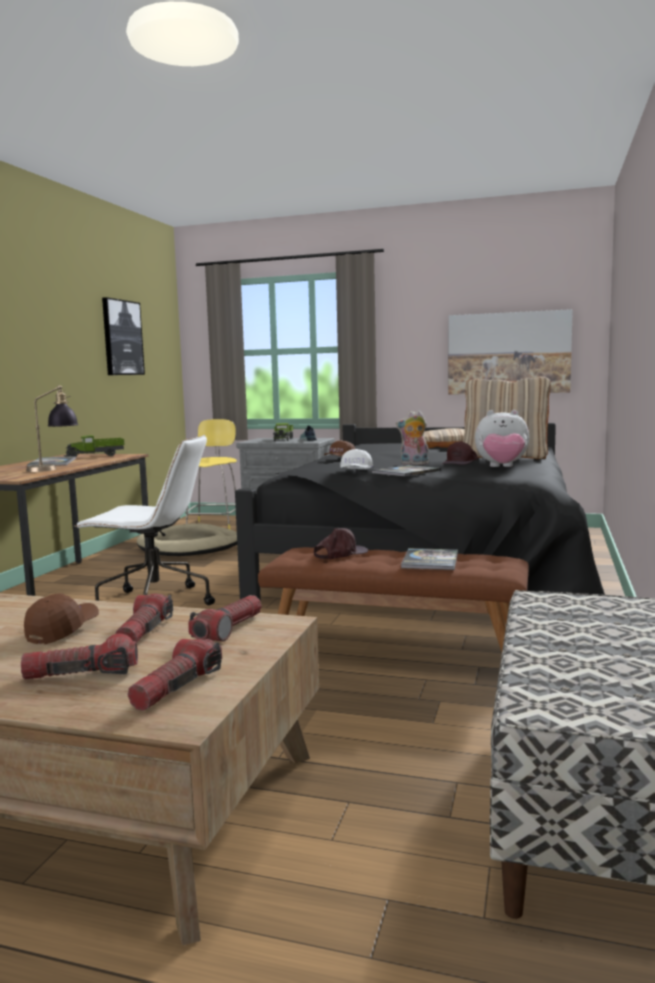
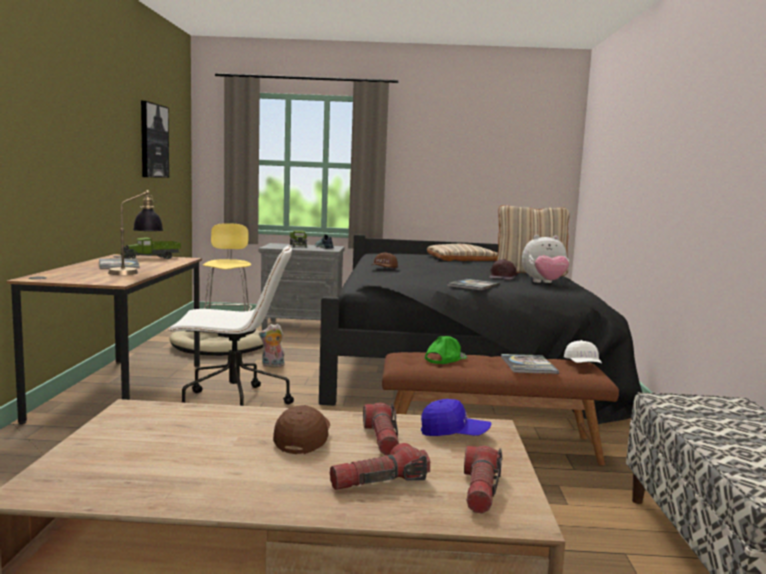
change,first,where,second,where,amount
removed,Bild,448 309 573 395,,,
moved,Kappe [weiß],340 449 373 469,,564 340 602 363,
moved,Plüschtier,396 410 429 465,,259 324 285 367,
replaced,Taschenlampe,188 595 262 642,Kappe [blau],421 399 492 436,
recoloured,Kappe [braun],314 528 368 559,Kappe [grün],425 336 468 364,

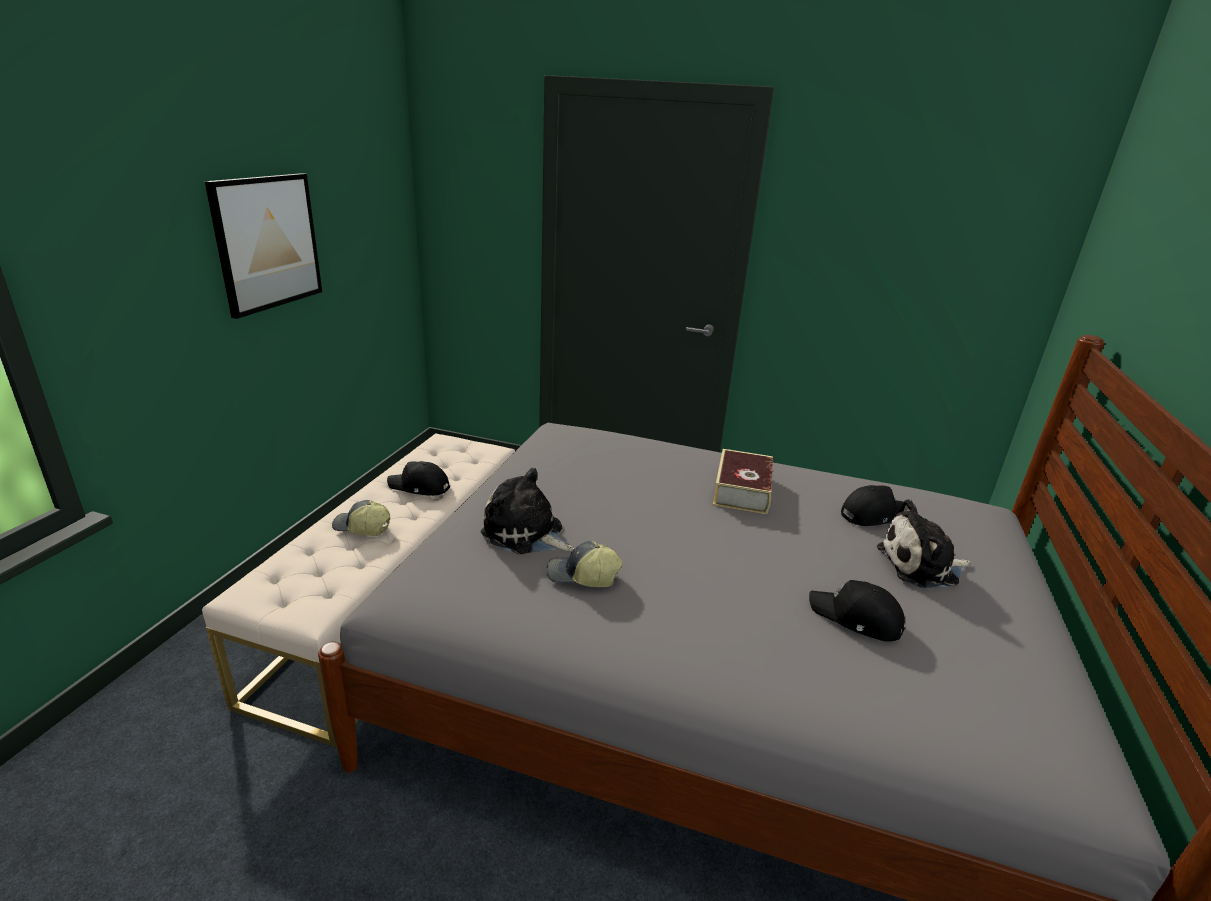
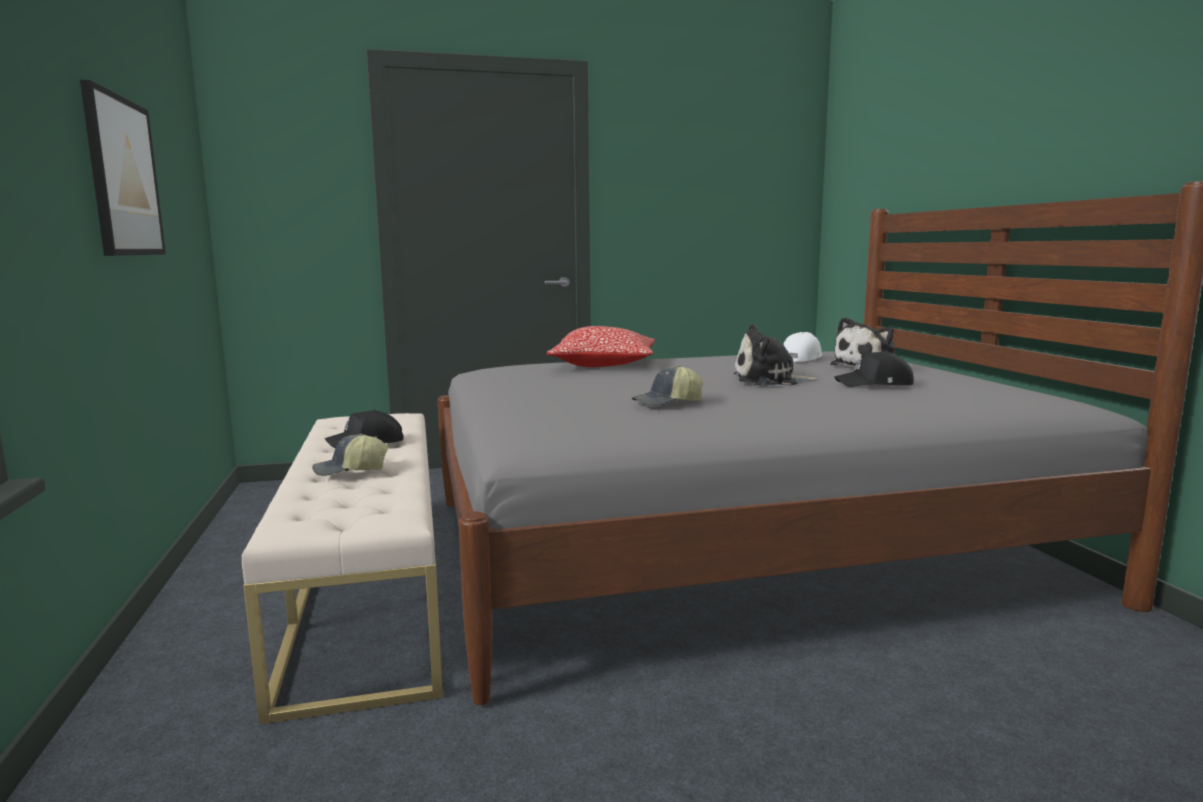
change,first,where,second,where,amount
removed,Buch,713 449 773 515,,,
added,,,Kissen,547 326 655 367,
moved,Plüschtier,481 468 574 554,,733 324 818 385,
recoloured,Kappe [schwarz],841 485 903 526,Kappe [weiß],783 332 822 362,

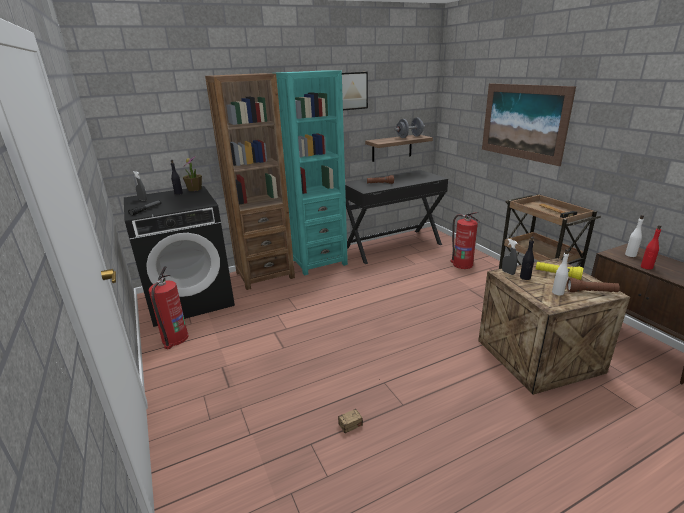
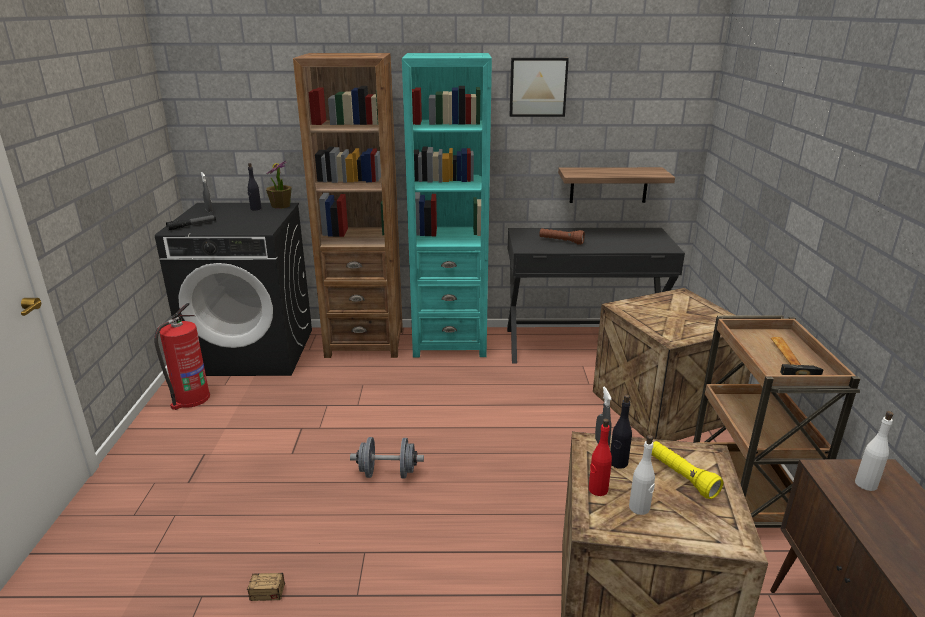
change,first,where,second,where,amount
removed,Bild,482 83 576 166,,,
removed,Taschenlampe [braun],567 278 620 292,,,
moved,Hantel [grau],395 118 425 138,,350 437 424 478,
moved,Flasche [rot],641 225 662 270,,589 418 612 496,
replaced,Feuerlöscher,450 212 480 269,Kiste,593 288 751 441,

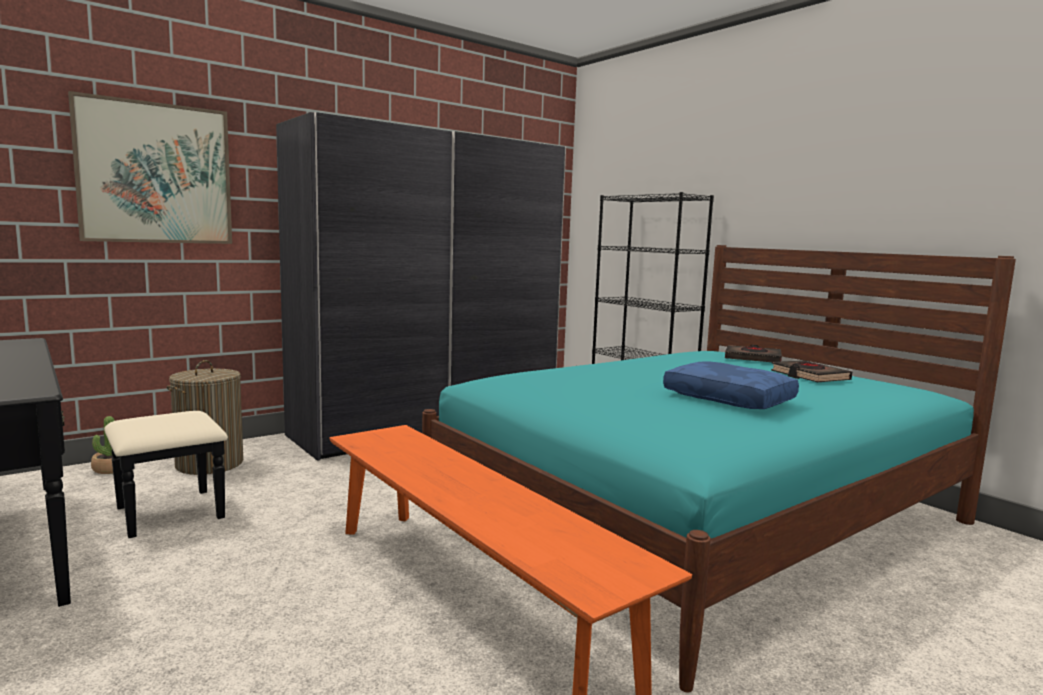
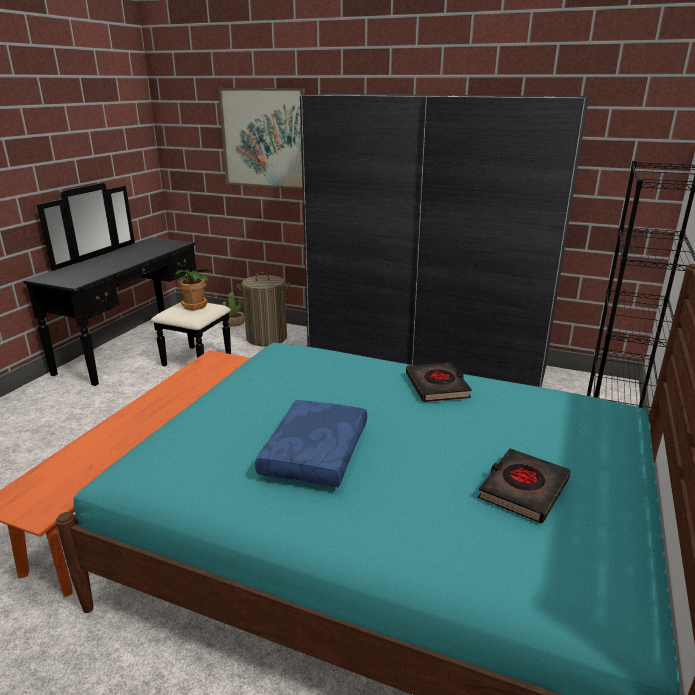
change,first,where,second,where,amount
added,,,Topfpflanze,175 269 210 310,
moved,Buch [schwarz],725 345 782 362,,406 362 472 402,

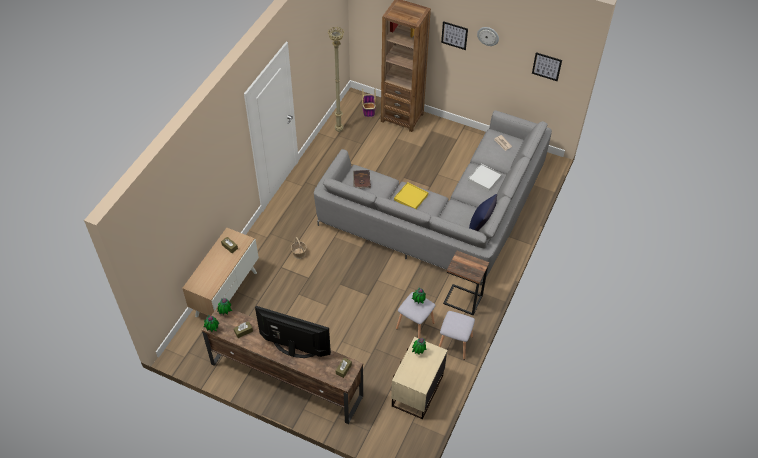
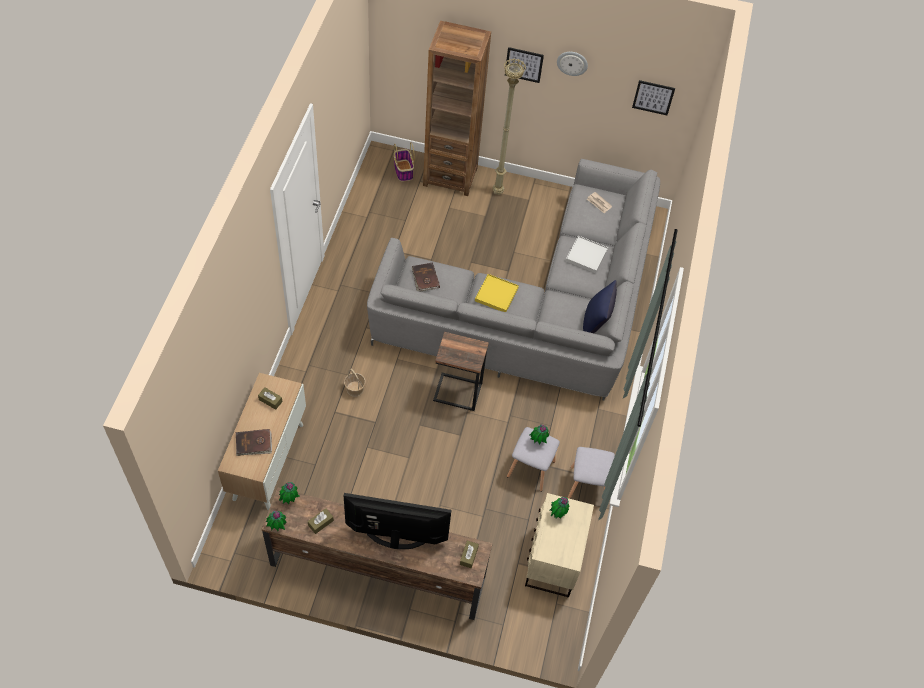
change,first,where,second,where,amount
added,,,Buch [braun],236 429 272 456,
moved,Stehlampe [beige],328 27 344 132,,493 58 526 195,
moved,Beistelltisch,443 251 489 316,,433 332 489 411,

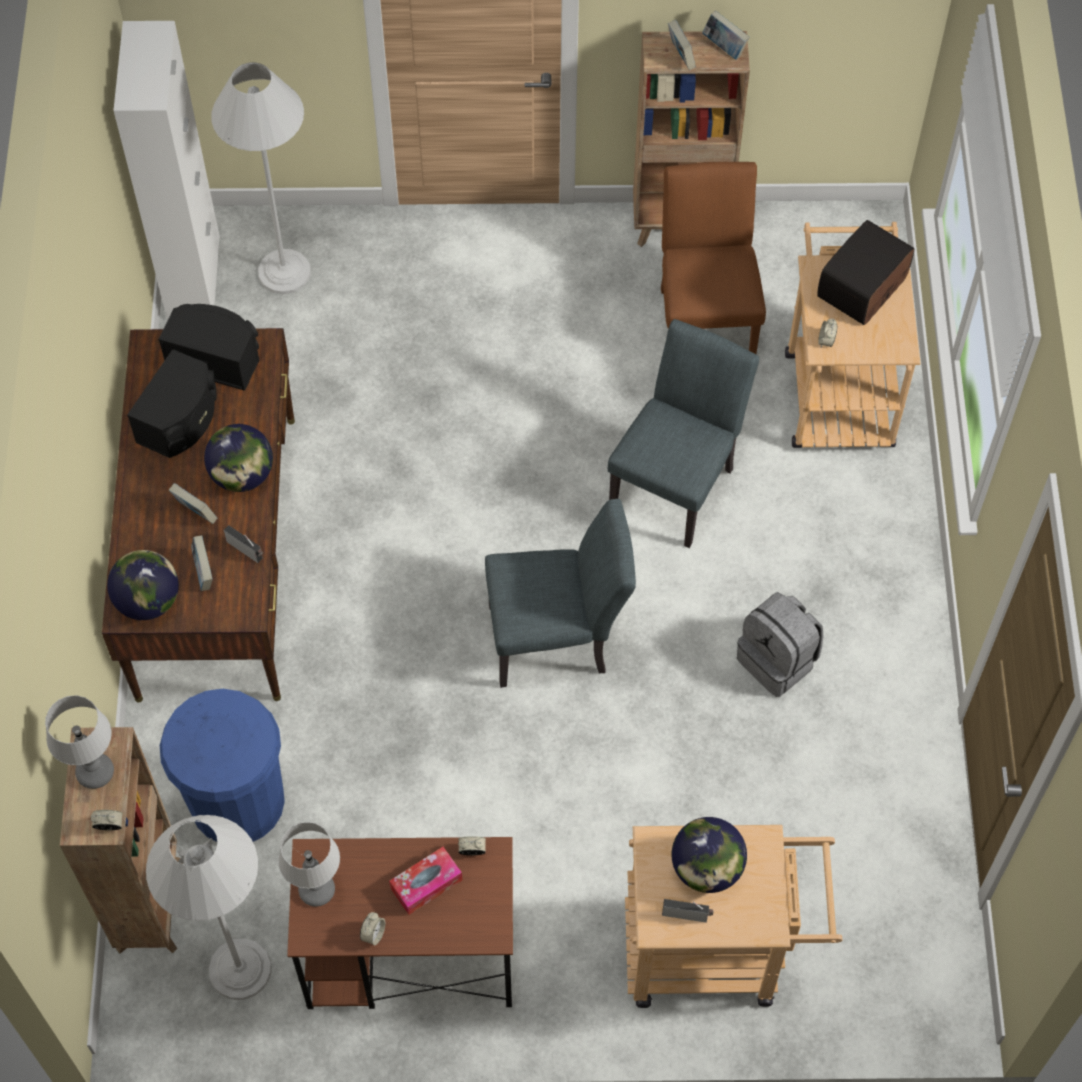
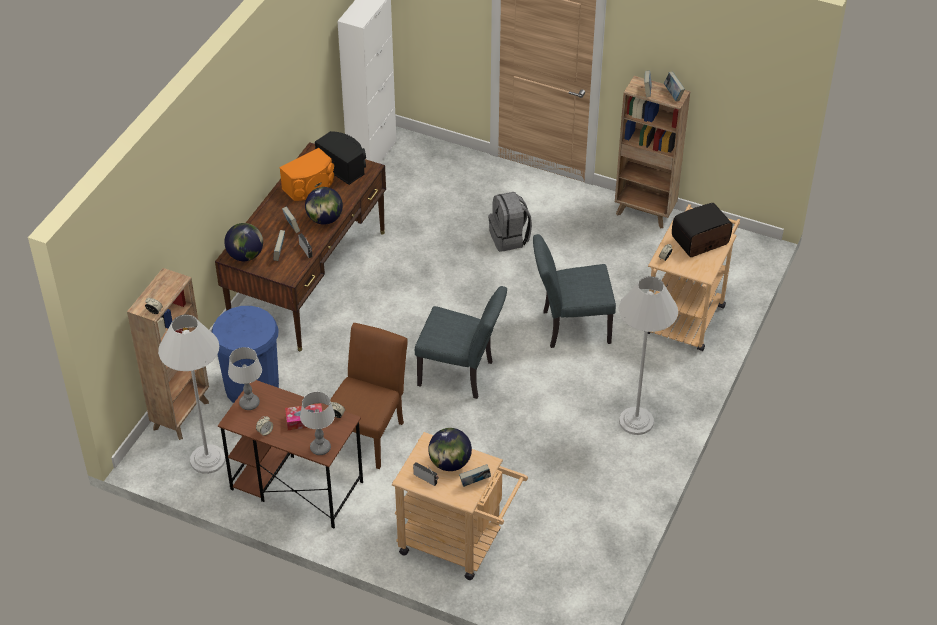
change,first,where,second,where,amount
added,,,Buch,459 464 491 487,
moved,Tischlampe,45 695 114 789,,300 392 335 455,
moved,Stehlampe [weiß],211 62 311 294,,619 276 678 435,
moved,Stuhl [braun],661 162 766 354,,330 323 408 469,
moved,Rucksack [grau],737 592 824 697,,488 192 532 252,
recoloured,Lautsprecher [schwarz],127 349 217 458,Lautsprecher [orange],279 148 334 201,
turned,Stuhl [grau],608 319 759 548,,533 234 616 348,150 degrees counterclockwise

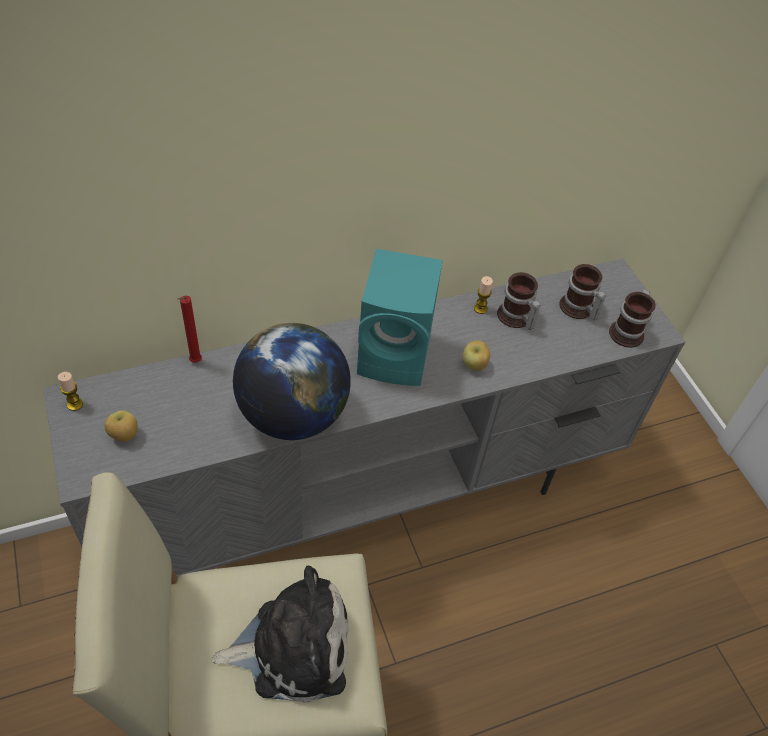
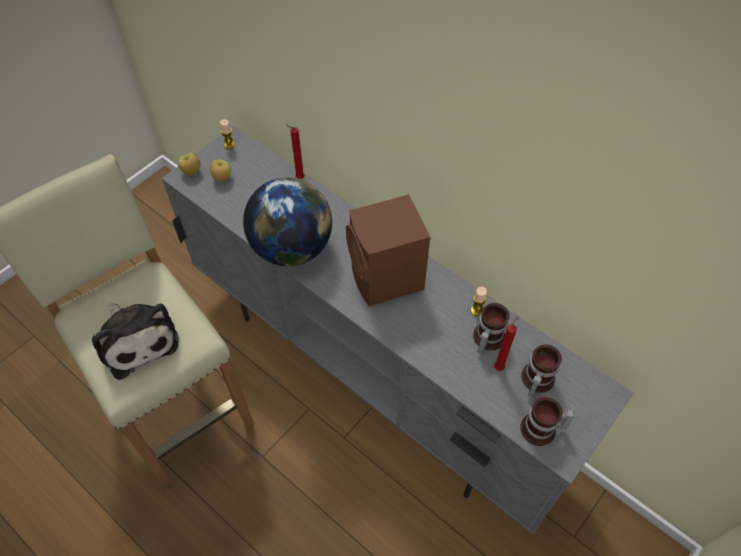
change,first,where,second,where,amount
added,,,Kerze [rot],494 316 519 371,
moved,Apfel,462 341 490 371,,178 153 200 176,
recoloured,Lautsprecher [türkis],357 249 443 386,Lautsprecher [braun],346 194 430 307,

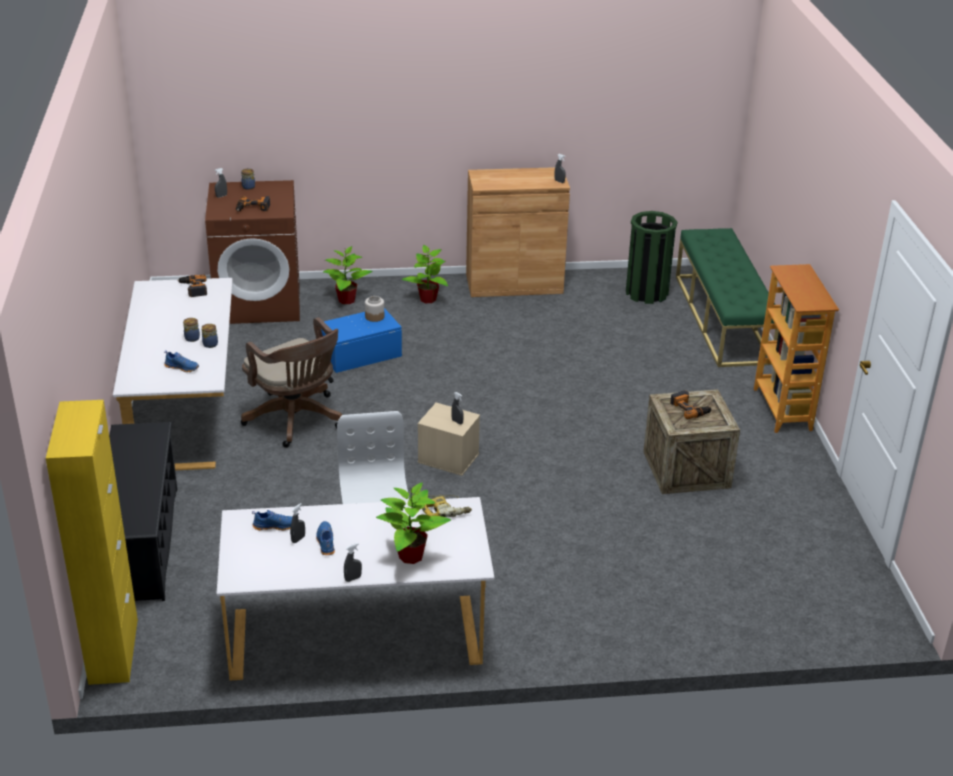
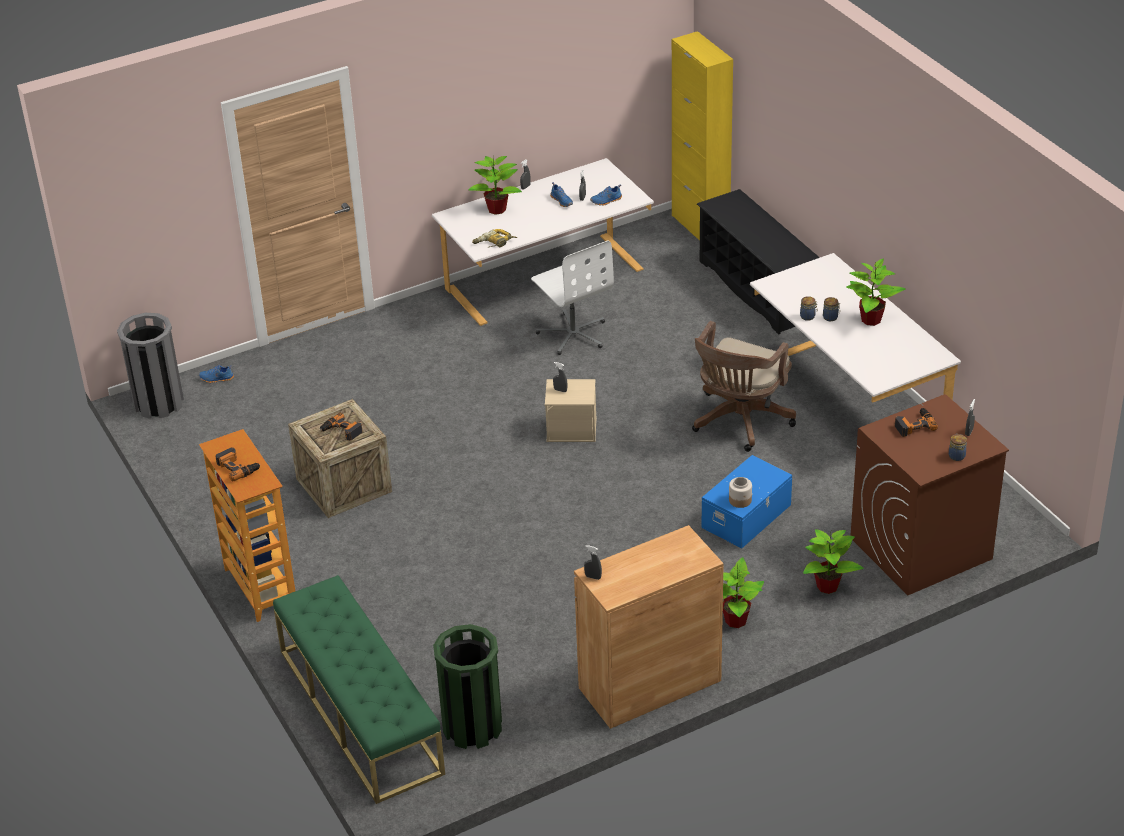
change,first,where,second,where,amount
added,,,Mülleimer [grau],117 313 184 419,
added,,,Topfpflanze,846 258 905 326,
moved,Schuh [blau],164 350 199 372,,199 365 234 383,
moved,Bohrmaschine,177 275 207 297,,216 447 261 481,
turned,Bürostuhl [braun],241 317 342 448,,692 321 796 452,90 degrees counterclockwise

